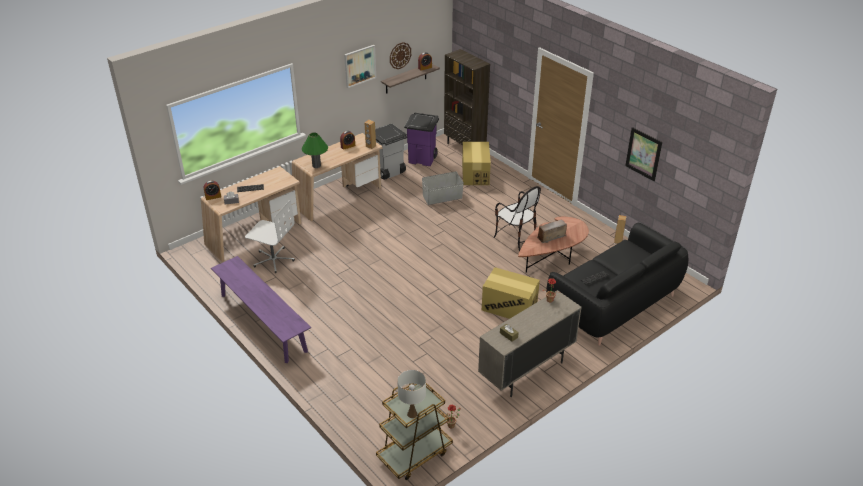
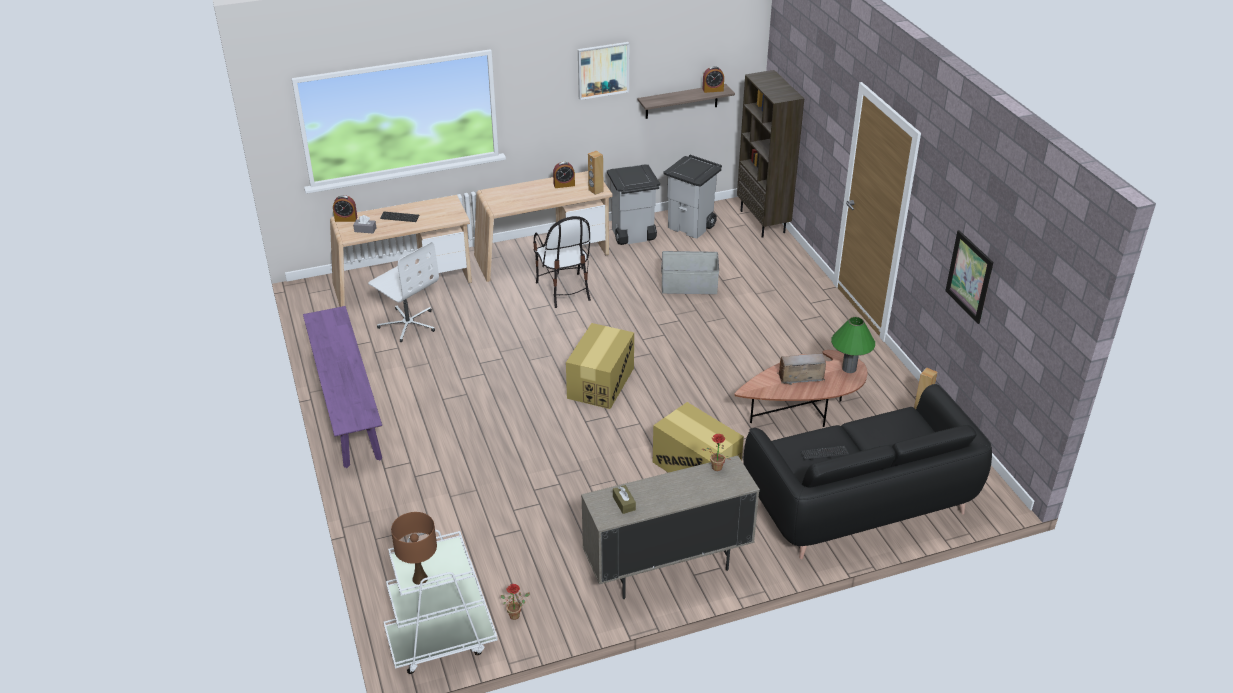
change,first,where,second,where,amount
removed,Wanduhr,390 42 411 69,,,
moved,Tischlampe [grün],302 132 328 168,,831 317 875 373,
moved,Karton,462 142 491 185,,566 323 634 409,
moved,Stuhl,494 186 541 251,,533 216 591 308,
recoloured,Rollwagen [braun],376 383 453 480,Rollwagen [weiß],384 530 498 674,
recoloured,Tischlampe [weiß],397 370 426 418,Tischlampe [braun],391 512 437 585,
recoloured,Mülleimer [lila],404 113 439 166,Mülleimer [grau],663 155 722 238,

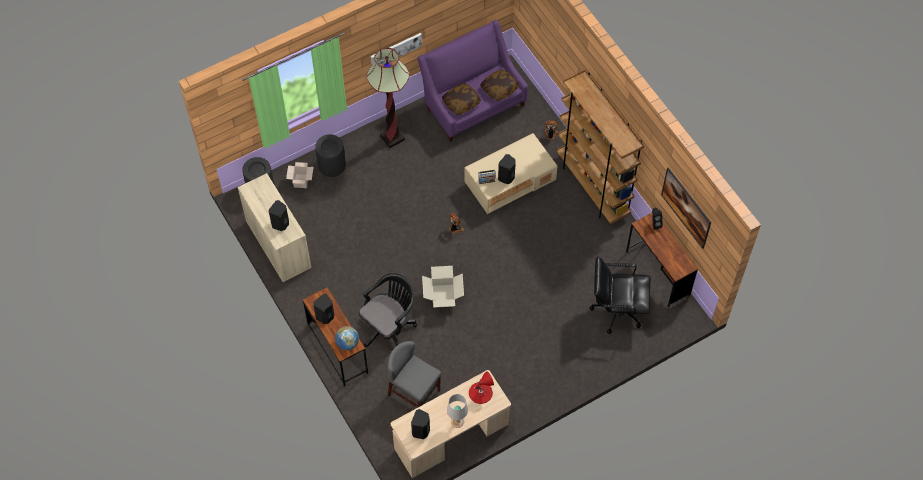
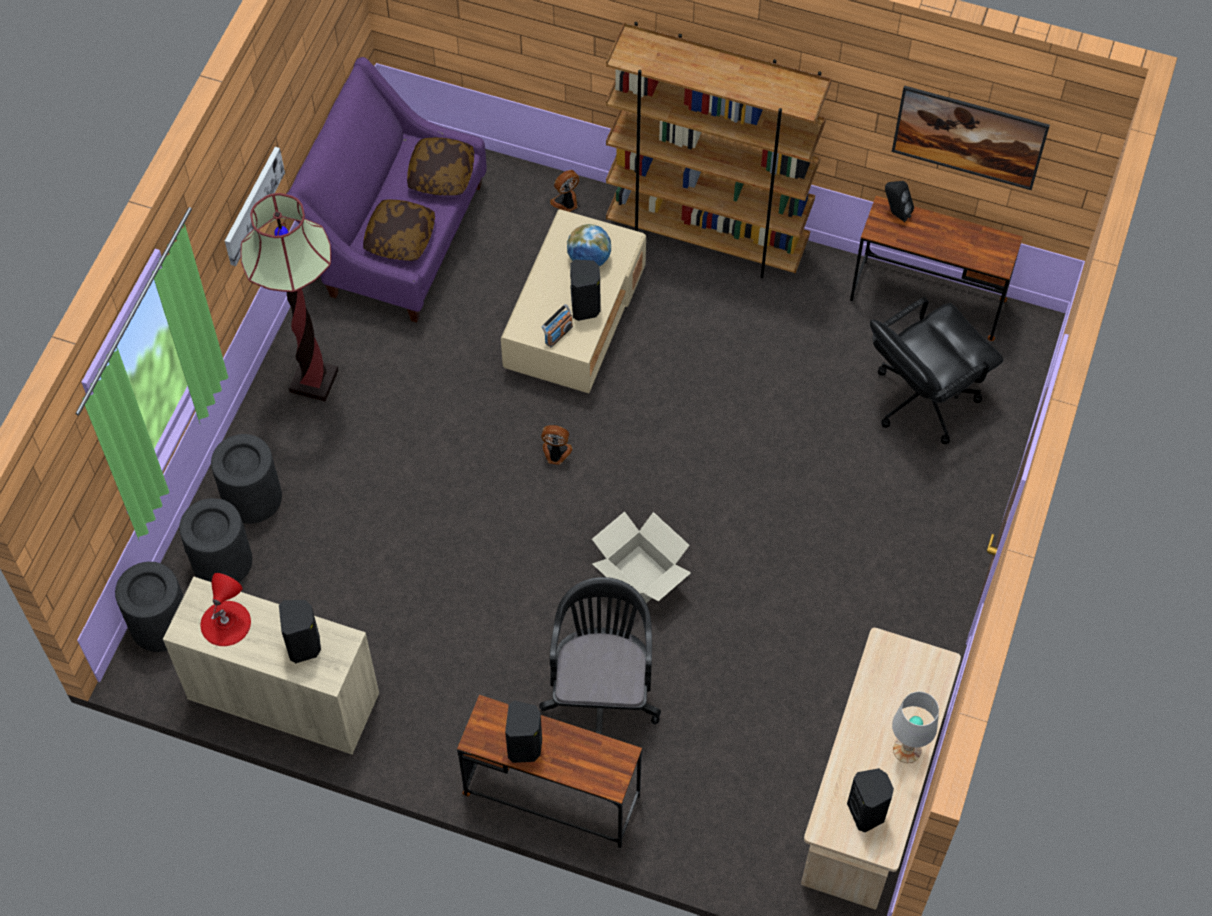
change,first,where,second,where,amount
removed,Stuhl [grau],388 341 441 408,,,
moved,Globus,335 326 359 350,,567 224 611 267,
moved,Tischlampe [rot],469 371 494 404,,201 573 251 646,
replaced,Karton,286 162 314 188,Mülleimer [schwarz],179 498 253 583,

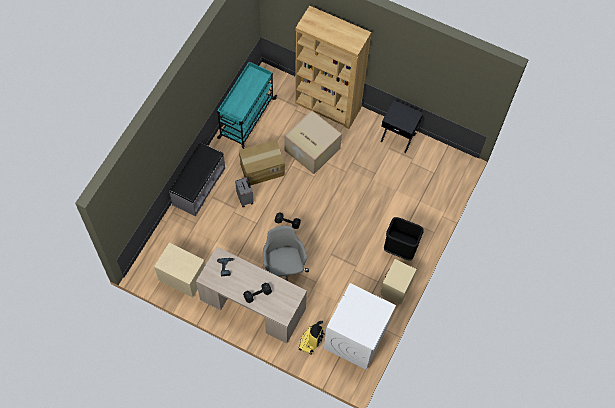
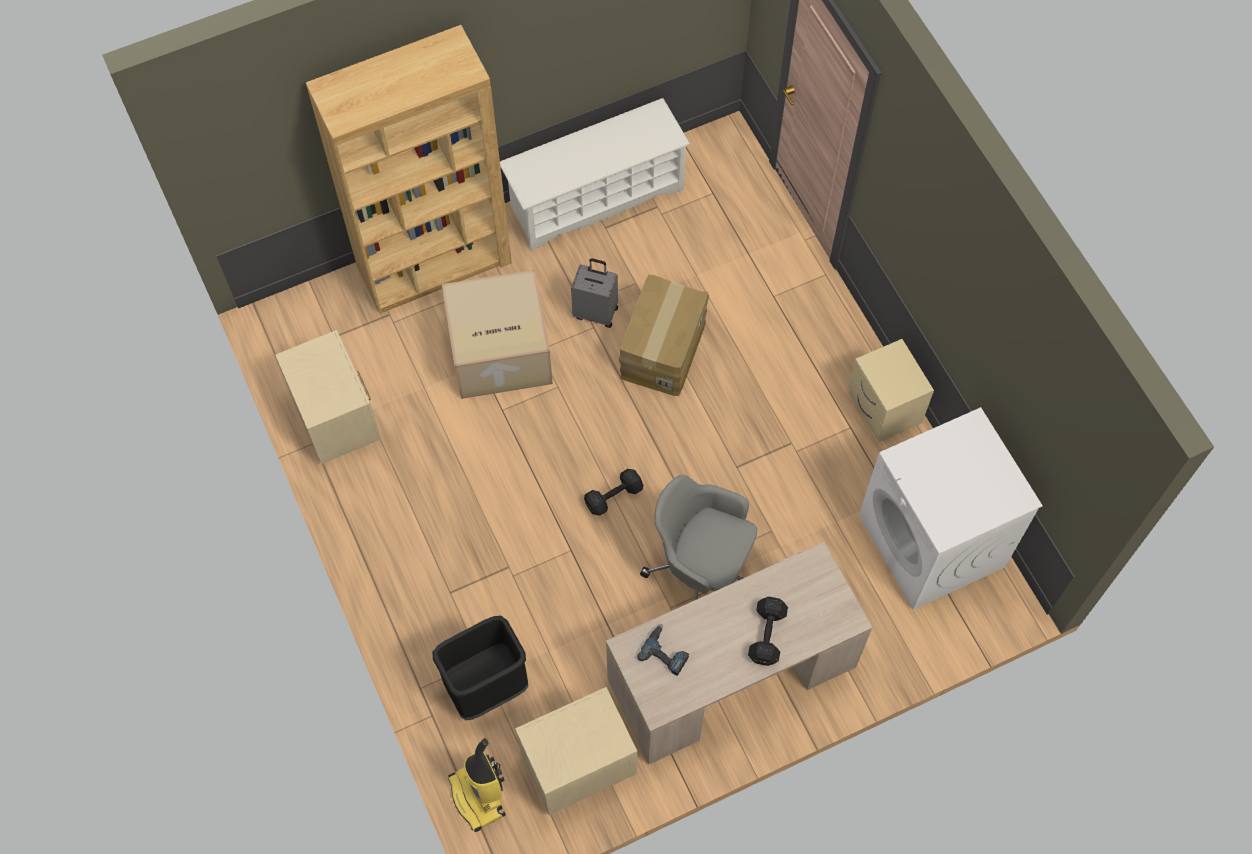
change,first,where,second,where,amount
removed,Bank [grau],169 142 225 216,,,
moved,Koffer [grau],235 177 254 207,,571 258 618 328,
moved,Karton,239 140 285 185,,619 275 709 396,
moved,Staubsauger,299 321 324 355,,448 738 506 832,
moved,Mülleimer [schwarz],384 217 424 261,,432 616 528 720,
replaced,Rollwagen [türkis],217 62 277 149,Nachttisch [beige],275 330 381 464,
replaced,Nachttisch [schwarz],380 100 423 153,Schuhregal [weiß],500 98 690 251,

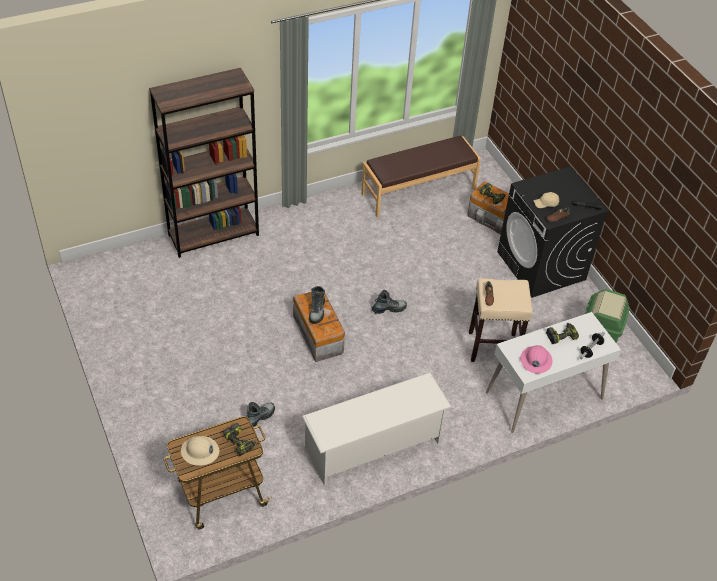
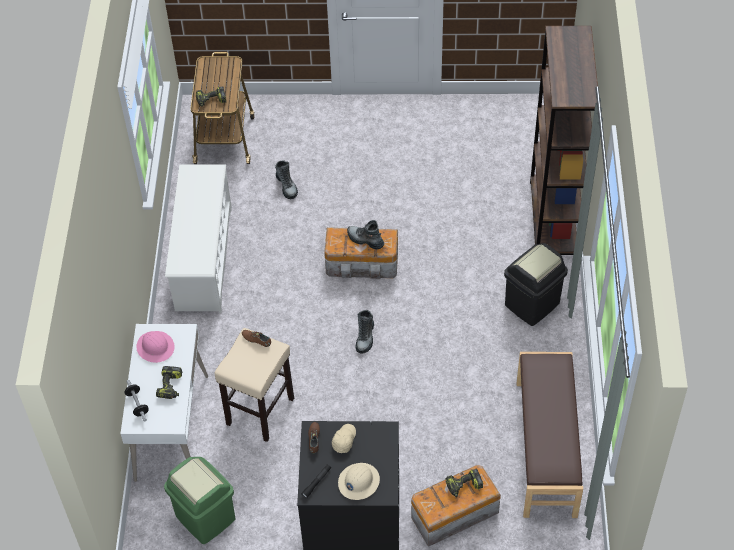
change,first,where,second,where,amount
added,,,Mülleimer [schwarz],504 243 568 326,
moved,Schutzhelm [beige],181 436 219 466,,338 463 380 500,

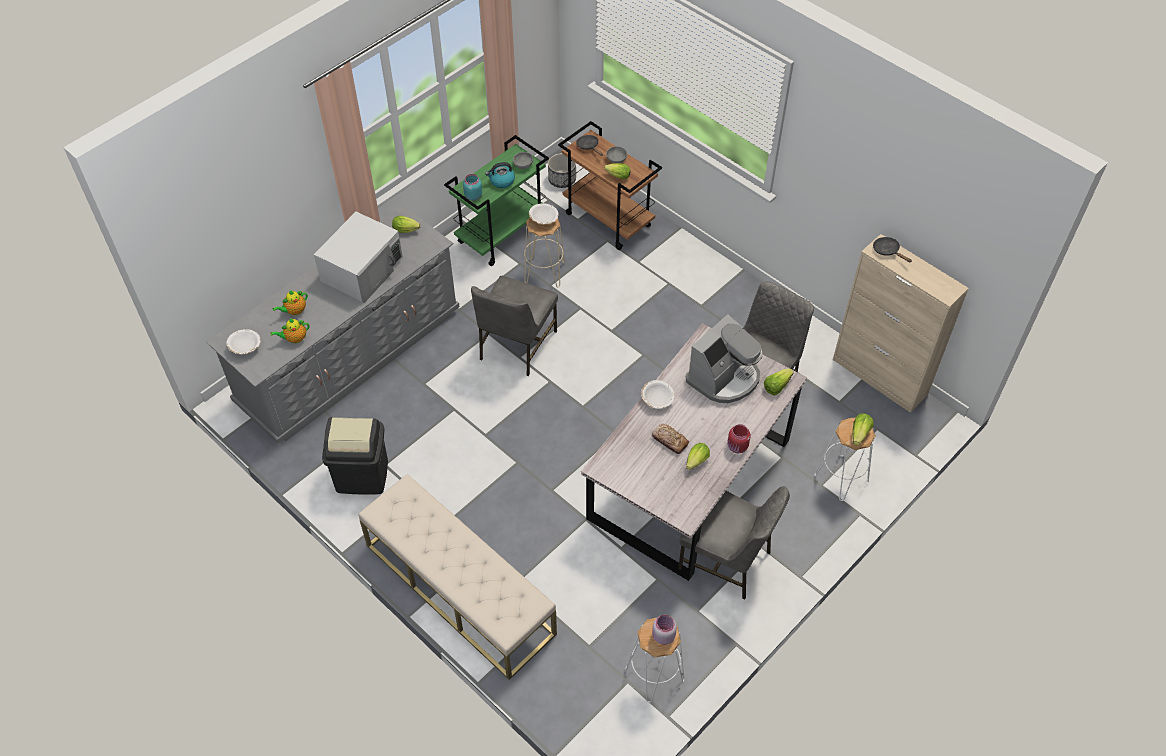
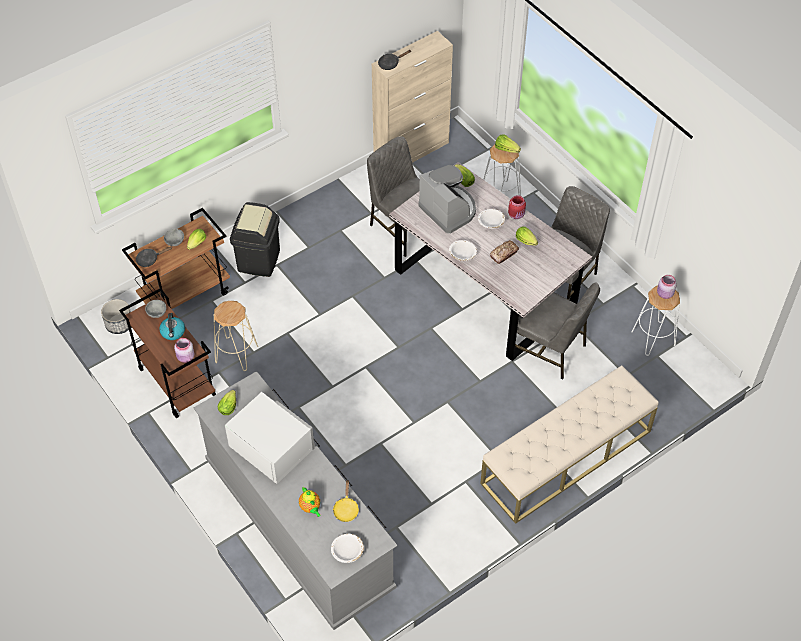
change,first,where,second,where,amount
moved,Mülleimer [schwarz],322 417 388 495,,230 202 280 277,
moved,Stuhl [grau],471 276 558 376,,515 282 600 379,
moved,Schüssel [weiß],529 203 559 224,,478 209 505 228,
replaced,Teekanne,270 319 310 343,Pfanne [gelb],333 479 359 522,
recoloured,Rollwagen [grün],444 135 549 266,Rollwagen [braun],119 288 216 418,
recoloured,Vorratsglas [türkis],463 174 482 201,Vorratsglas [rosa],174 338 194 363,

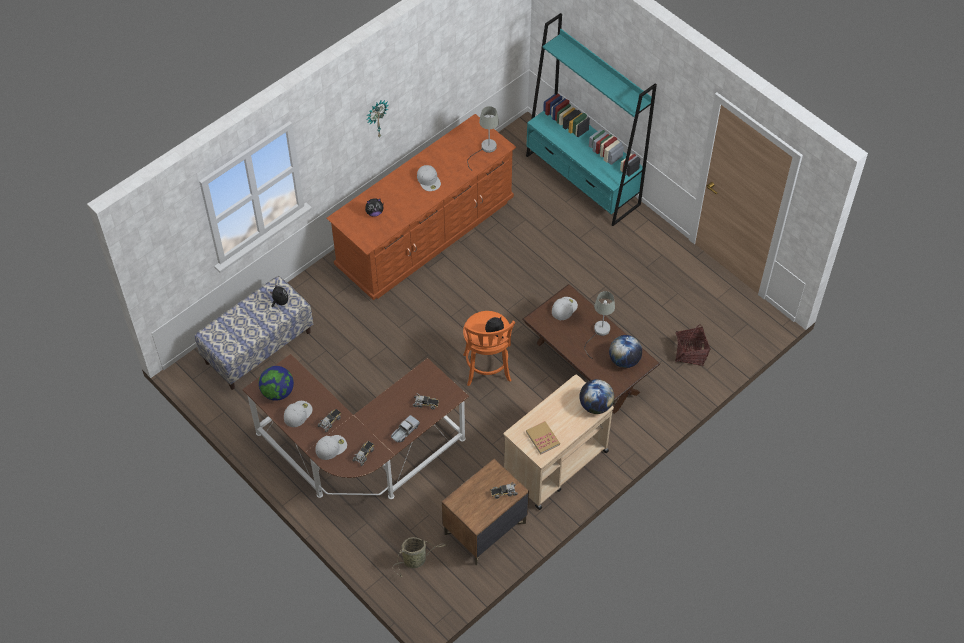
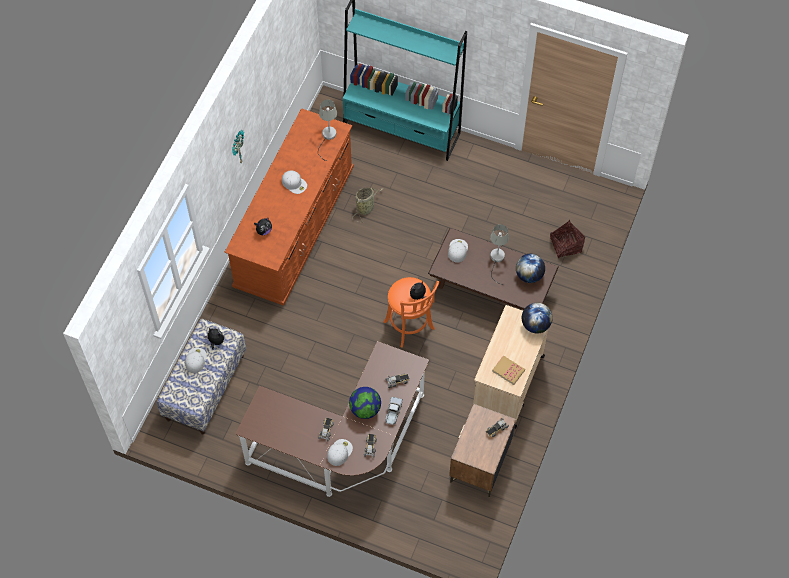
change,first,where,second,where,amount
moved,Globus,259 366 294 401,,349 387 381 419,
moved,Kappe [weiß],284 401 313 427,,185 348 207 373,
moved,Korb,393 537 446 578,,352 188 383 223,

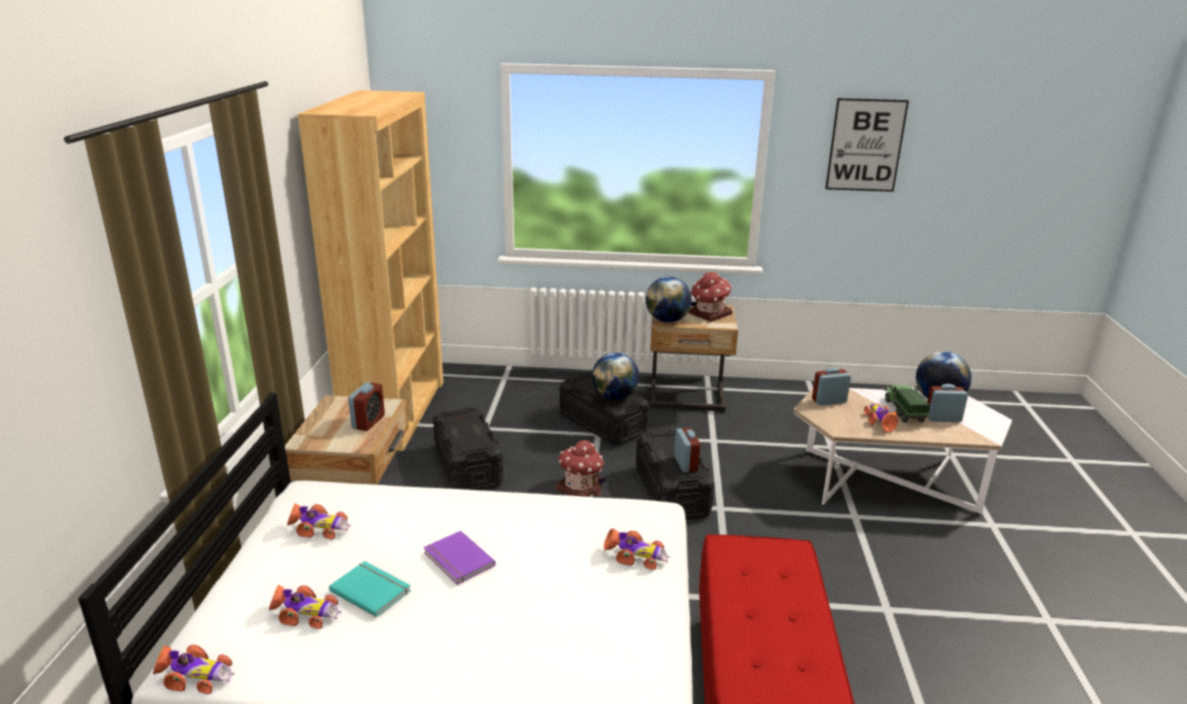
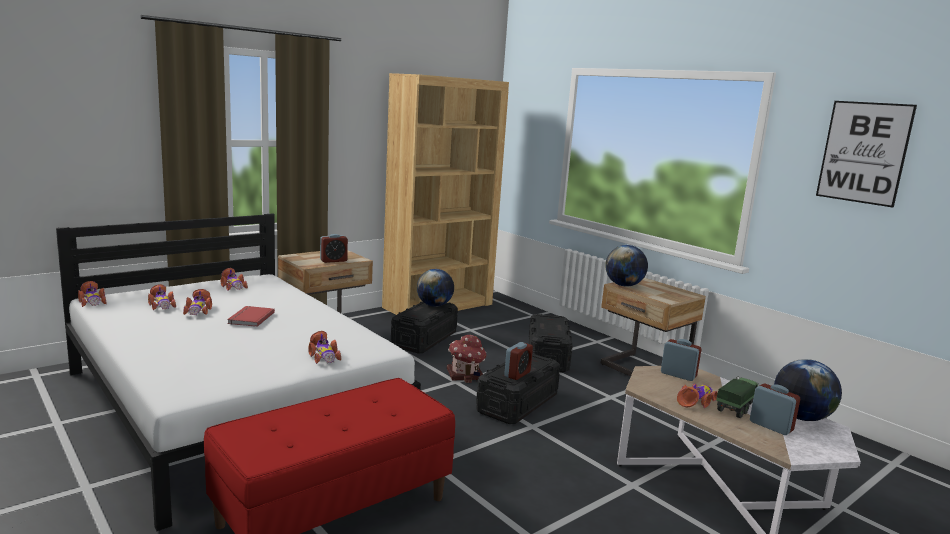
change,first,where,second,where,amount
removed,Spielzeughaus,689 272 733 322,,,
moved,Globus,592 353 639 400,,417 269 454 307,
replaced,Buch [türkis],329 561 411 617,Spielzeugauto,183 289 212 315,
recoloured,Buch [lila],424 531 496 585,Buch [rot],227 306 275 327,

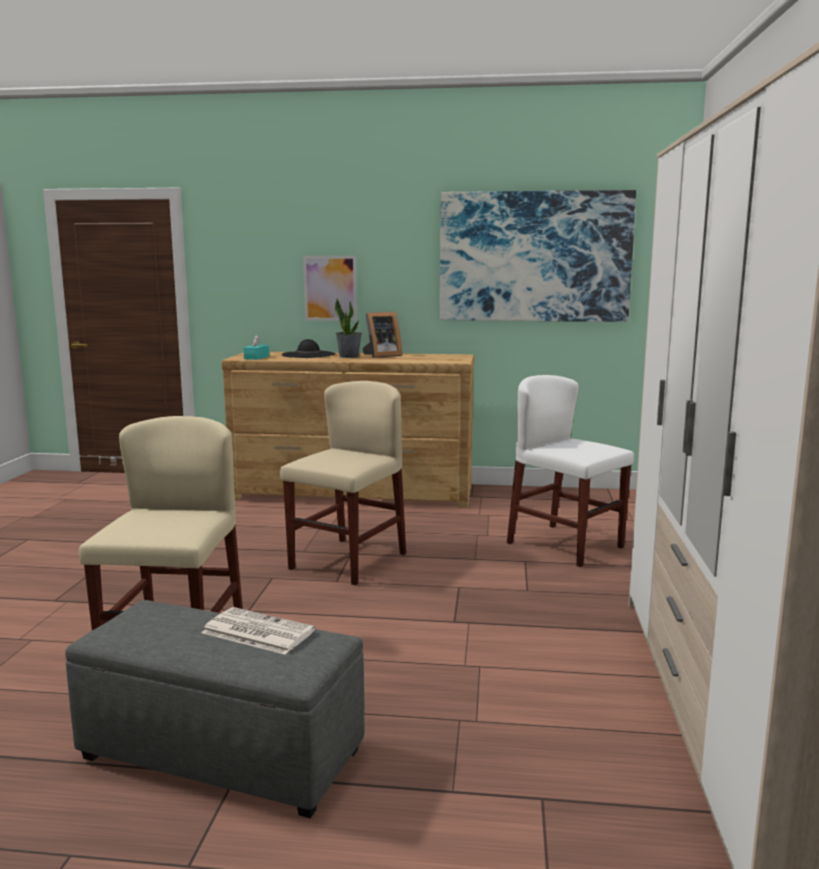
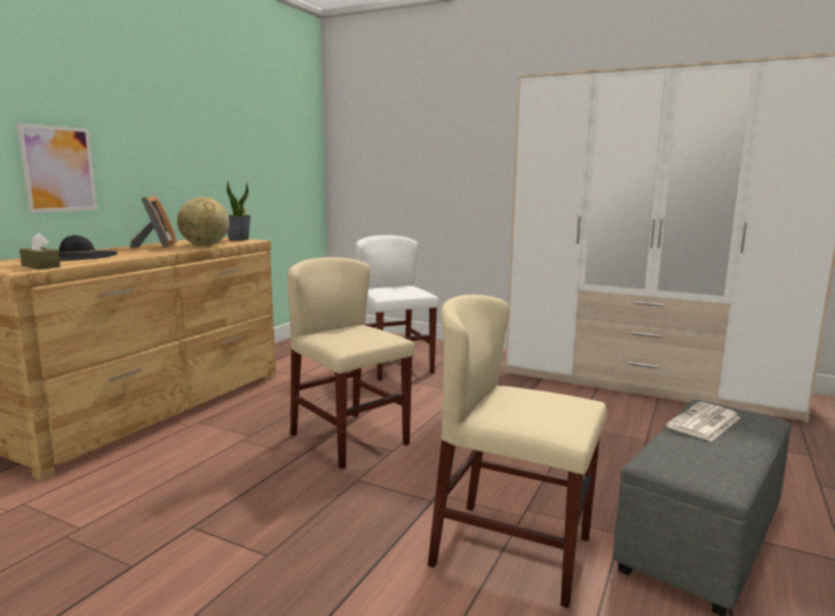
change,first,where,second,where,amount
removed,Bild,440 190 636 322,,,
added,,,Globus,177 197 229 246,
moved,Topfpflanze,335 299 362 358,,226 181 251 241,
recoloured,Taschentuchbox [türkis],243 335 269 360,Taschentuchbox [braun],19 233 61 270,
turned,Stuhl [weiß],507 375 634 567,,356 235 438 381,90 degrees clockwise

